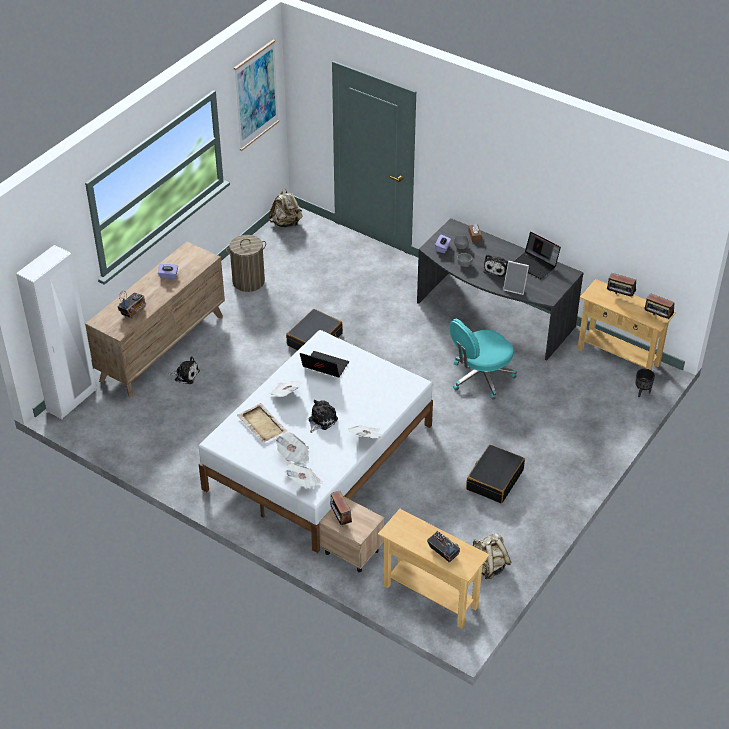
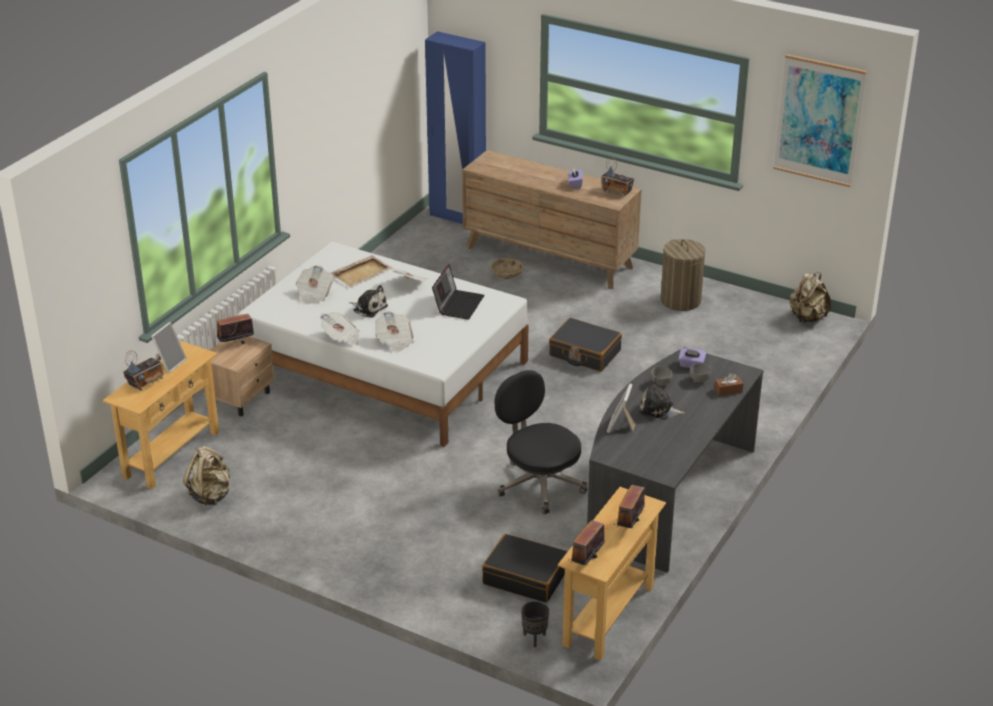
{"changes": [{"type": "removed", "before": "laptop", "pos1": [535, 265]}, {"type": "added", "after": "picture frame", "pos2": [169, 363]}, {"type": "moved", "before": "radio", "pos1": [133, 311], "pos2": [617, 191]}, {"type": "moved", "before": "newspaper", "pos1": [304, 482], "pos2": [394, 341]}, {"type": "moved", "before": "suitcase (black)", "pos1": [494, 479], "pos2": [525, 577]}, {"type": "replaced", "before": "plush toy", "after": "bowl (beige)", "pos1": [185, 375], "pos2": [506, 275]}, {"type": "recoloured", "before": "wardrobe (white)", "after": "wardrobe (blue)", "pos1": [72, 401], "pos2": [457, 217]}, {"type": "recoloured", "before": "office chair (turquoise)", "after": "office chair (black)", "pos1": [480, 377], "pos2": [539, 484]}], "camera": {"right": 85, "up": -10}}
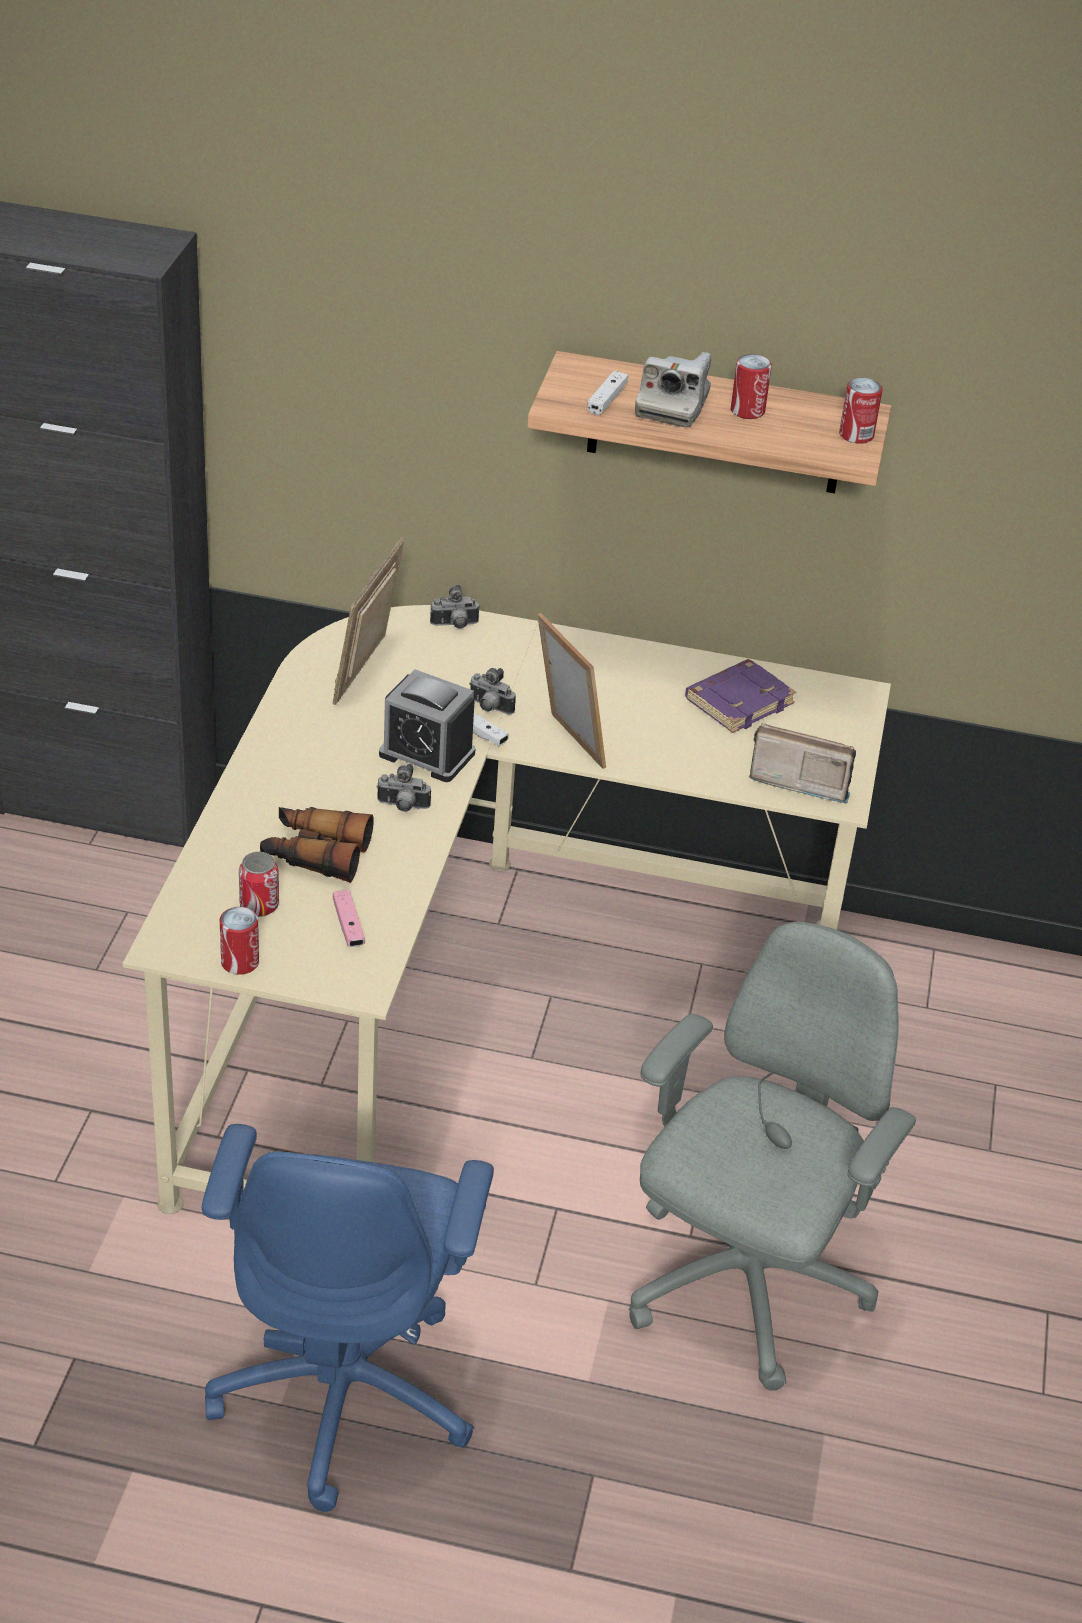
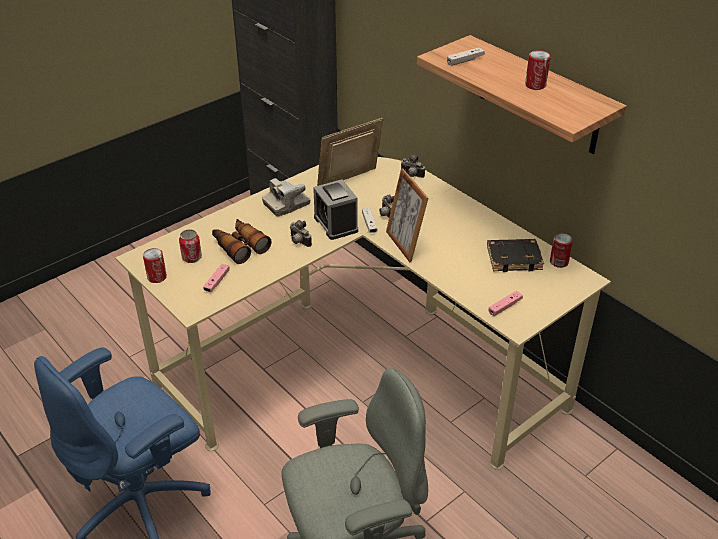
{"changes": [{"type": "moved", "before": "photo camera", "pos1": [672, 406], "pos2": [286, 204]}, {"type": "moved", "before": "can", "pos1": [856, 435], "pos2": [559, 262]}, {"type": "replaced", "before": "radio", "after": "game controller (pink)", "pos1": [798, 779], "pos2": [505, 307]}, {"type": "recoloured", "before": "book (purple)", "after": "book (black)", "pos1": [738, 701], "pos2": [514, 258]}, {"type": "turned", "before": "picture frame", "pos1": [567, 744], "pos2": [404, 245], "turn": 150}], "camera": {"right": 40, "up": 0}}
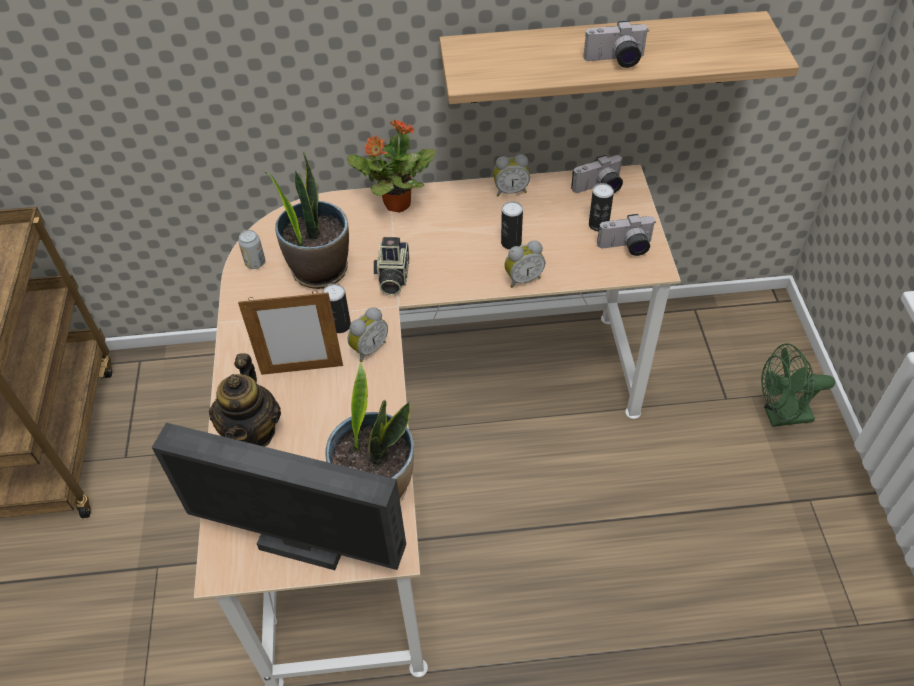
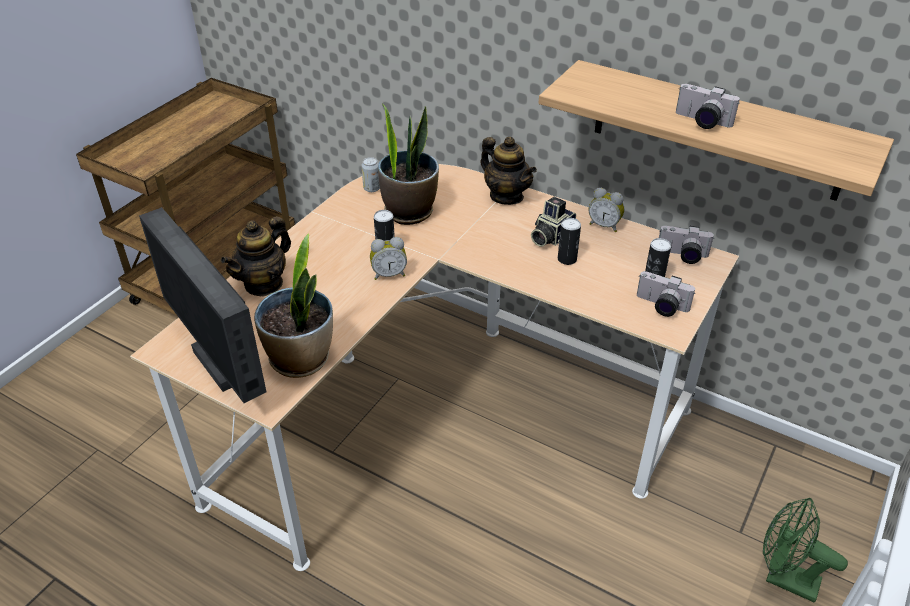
{"changes": [{"type": "removed", "before": "picture frame", "pos1": [302, 369]}, {"type": "removed", "before": "alarm clock", "pos1": [523, 278]}, {"type": "moved", "before": "photo camera", "pos1": [392, 277], "pos2": [550, 236]}, {"type": "replaced", "before": "potted plant", "after": "teapot", "pos1": [396, 204], "pos2": [506, 196]}], "camera": {"right": 35, "up": -10}}
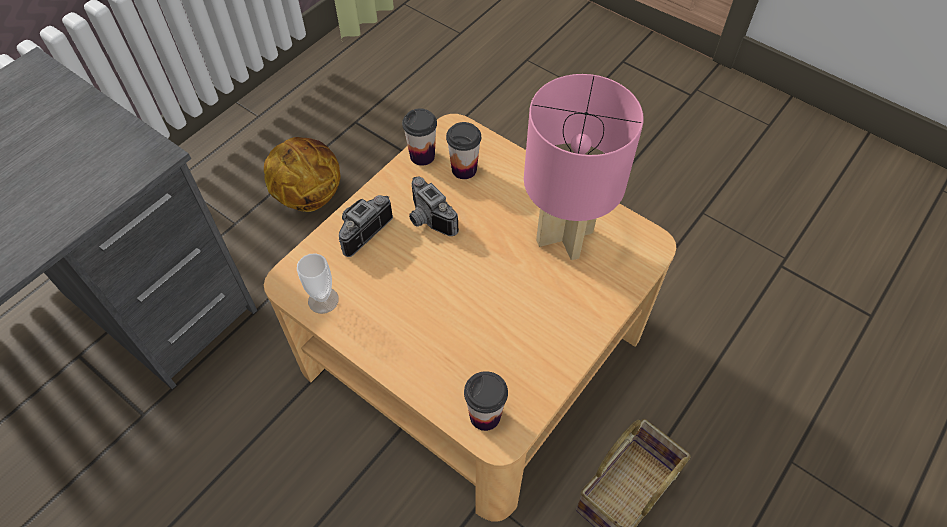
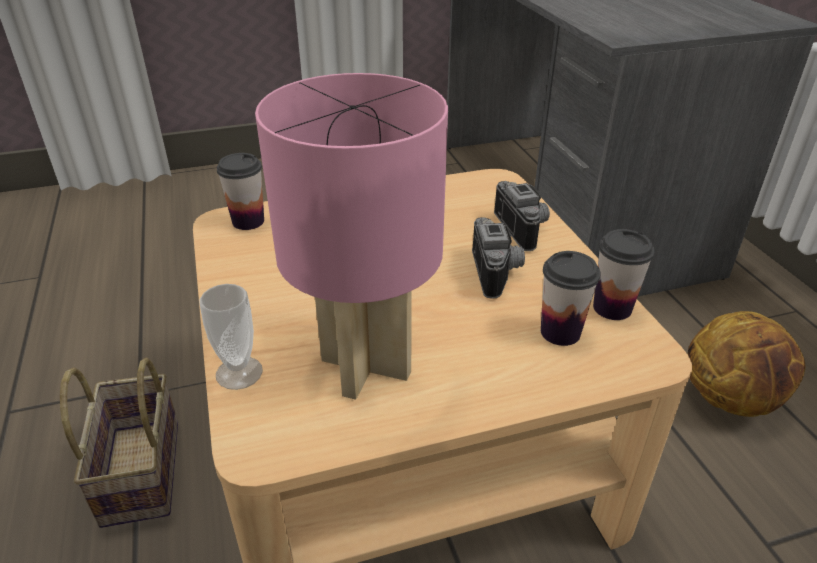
{"changes": [{"type": "moved", "before": "cup", "pos1": [323, 300], "pos2": [239, 373]}, {"type": "turned", "before": "photo camera", "pos1": [427, 220], "pos2": [499, 272], "turn": 90}], "camera": {"right": 125, "up": -20}}
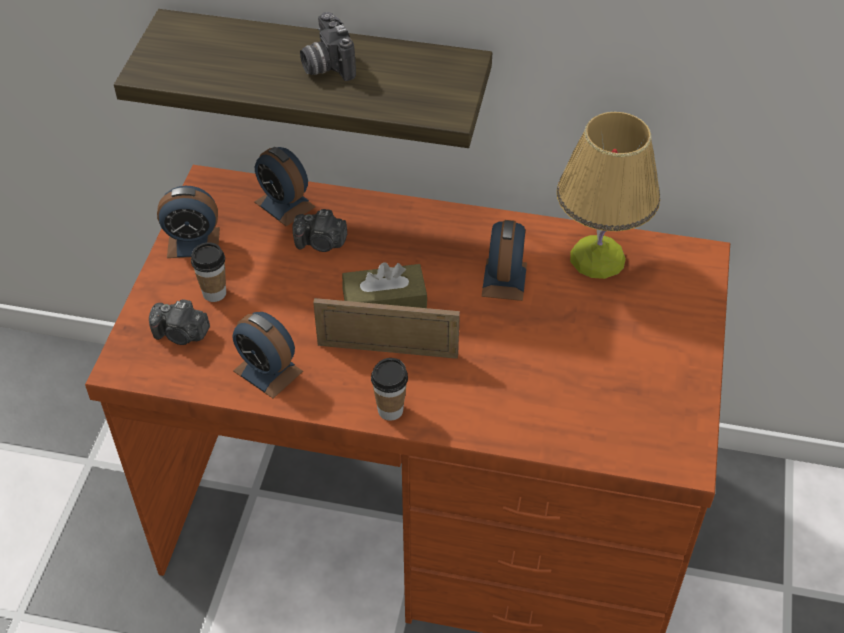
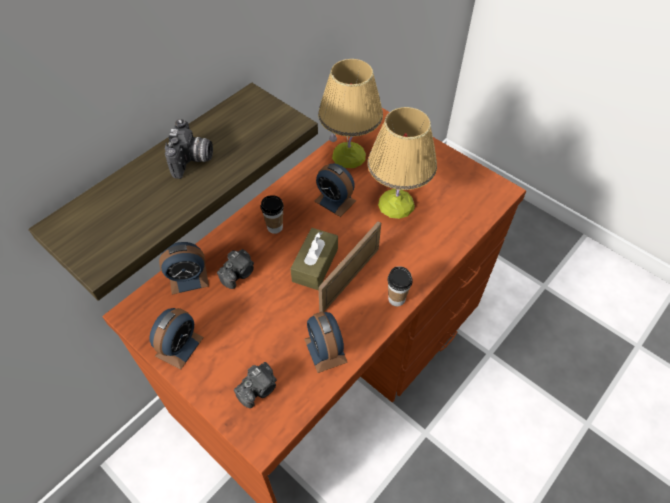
{"changes": [{"type": "added", "after": "table lamp", "pos2": [396, 204]}, {"type": "moved", "before": "cup", "pos1": [214, 293], "pos2": [275, 227]}, {"type": "turned", "before": "alarm clock", "pos1": [268, 371], "pos2": [325, 350], "turn": 90}, {"type": "turned", "before": "photo camera", "pos1": [326, 66], "pos2": [193, 161], "turn": -90}], "camera": {"right": -60, "up": 5}}
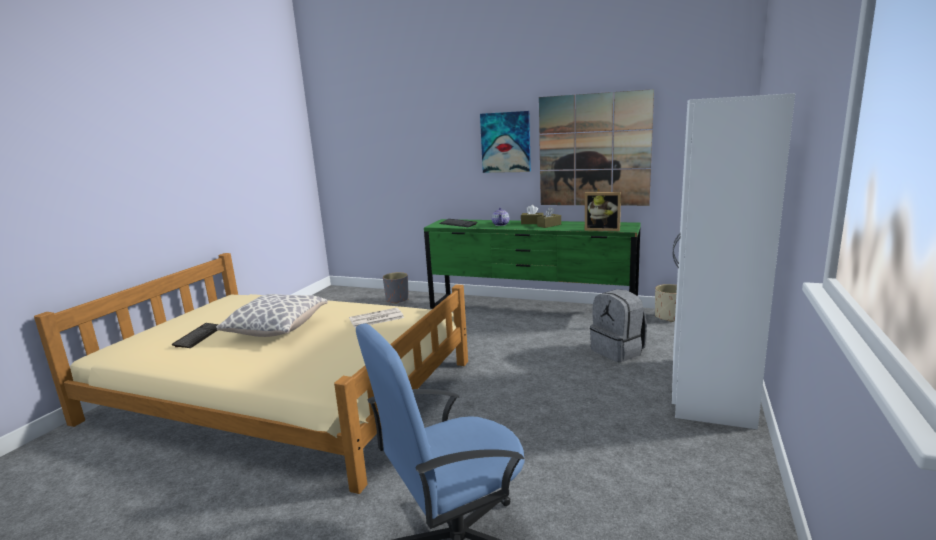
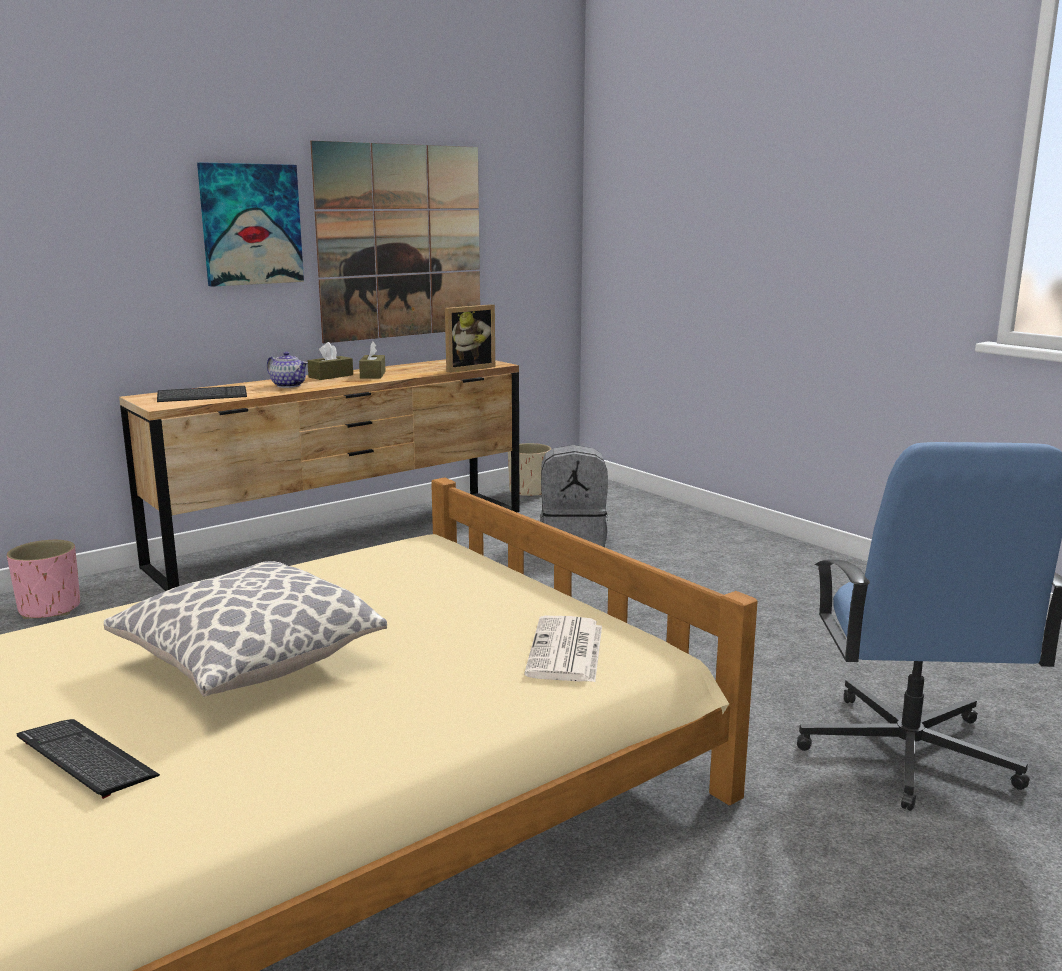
{"changes": [{"type": "removed", "before": "wardrobe (white)", "pos1": [709, 390]}, {"type": "moved", "before": "newspaper", "pos1": [376, 319], "pos2": [566, 651]}, {"type": "recoloured", "before": "planter (grey)", "after": "planter (pink)", "pos1": [397, 300], "pos2": [49, 609]}, {"type": "recoloured", "before": "dresser (green)", "after": "dresser (brown)", "pos1": [530, 309], "pos2": [345, 538]}], "camera": {"right": -60, "up": 0}}
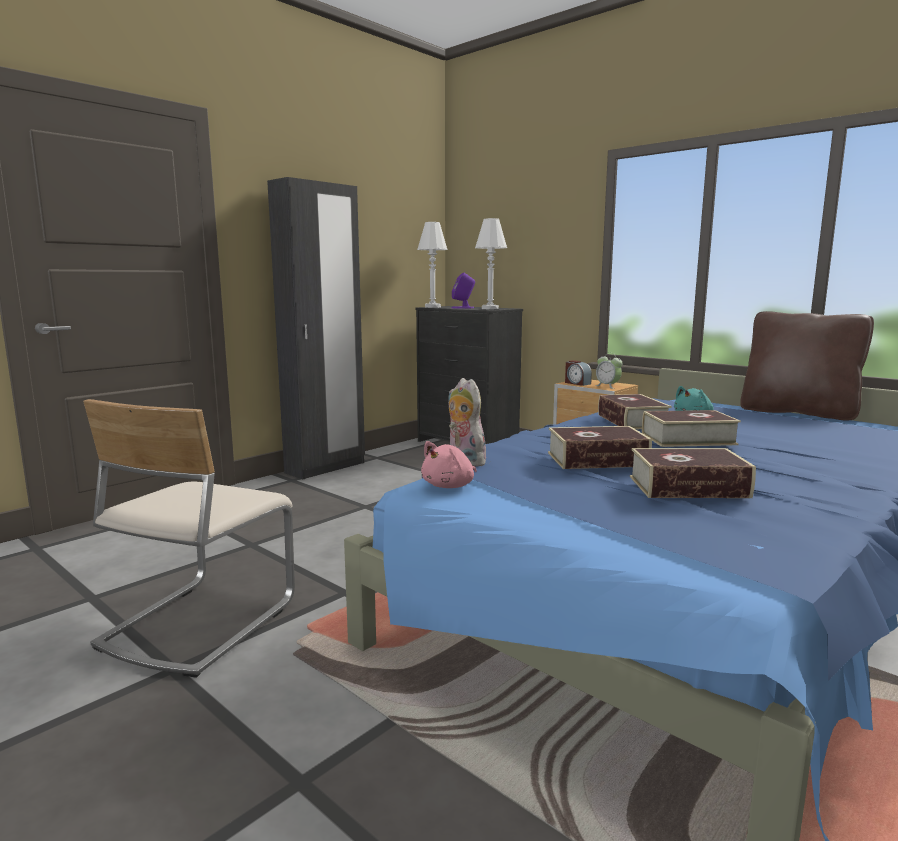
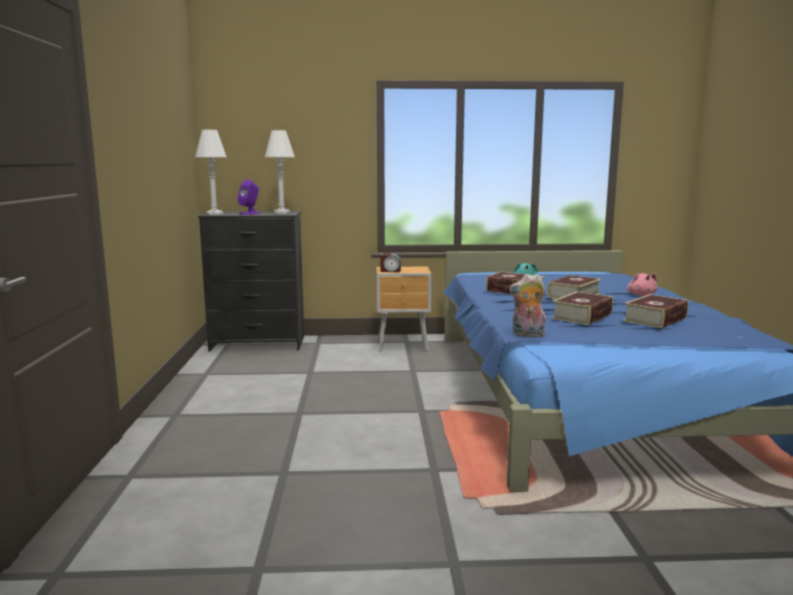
{"changes": [{"type": "removed", "before": "chair (beige)", "pos1": [198, 623]}, {"type": "removed", "before": "wardrobe (black)", "pos1": [326, 468]}, {"type": "removed", "before": "alarm clock", "pos1": [607, 386]}, {"type": "removed", "before": "pillow (brown)", "pos1": [798, 412]}, {"type": "moved", "before": "plush toy (pink)", "pos1": [450, 486], "pos2": [641, 295]}], "camera": {"right": -45, "up": 0}}
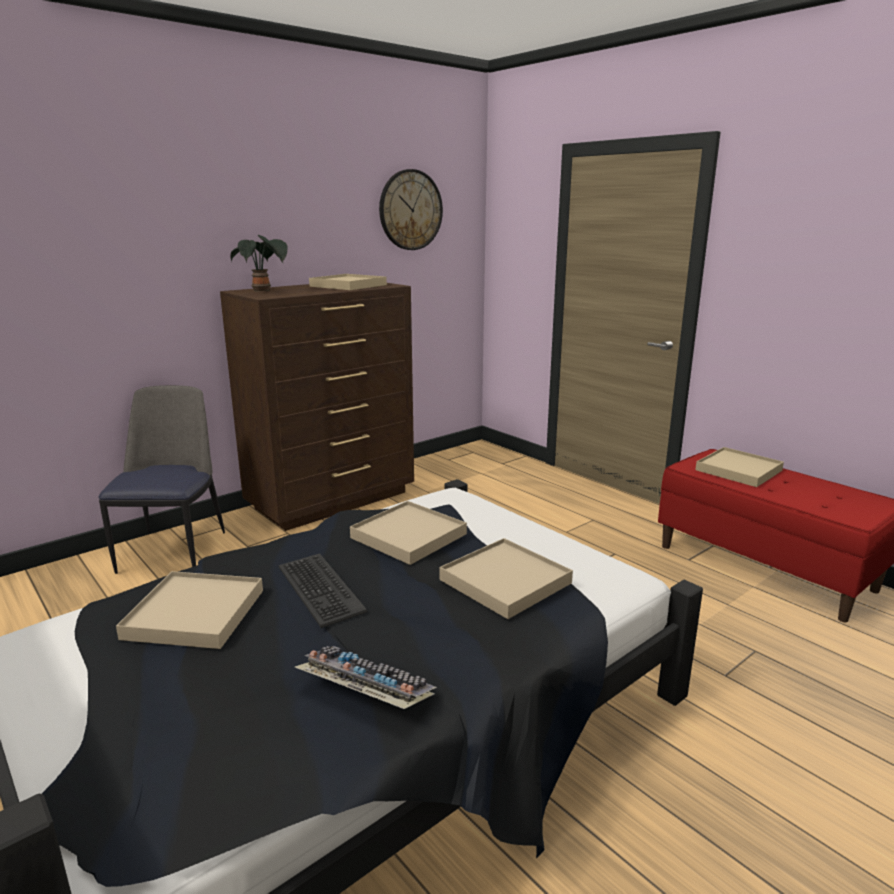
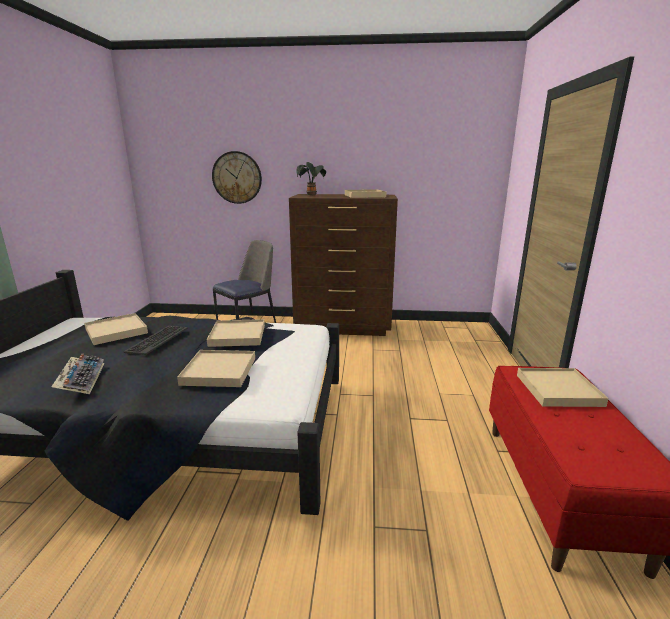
{"changes": [{"type": "moved", "before": "wall clock", "pos1": [410, 210], "pos2": [237, 177]}], "camera": {"right": 45, "up": 0}}
